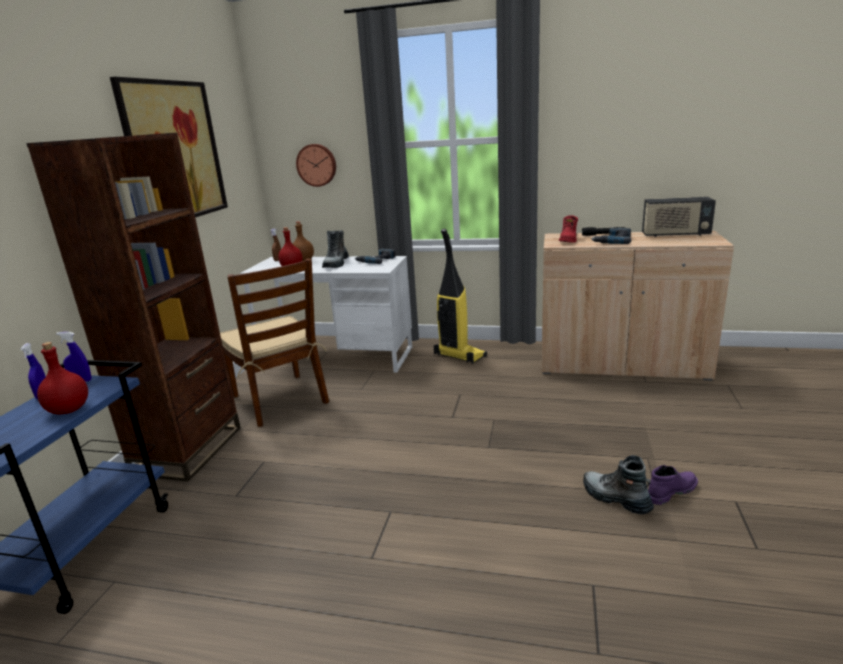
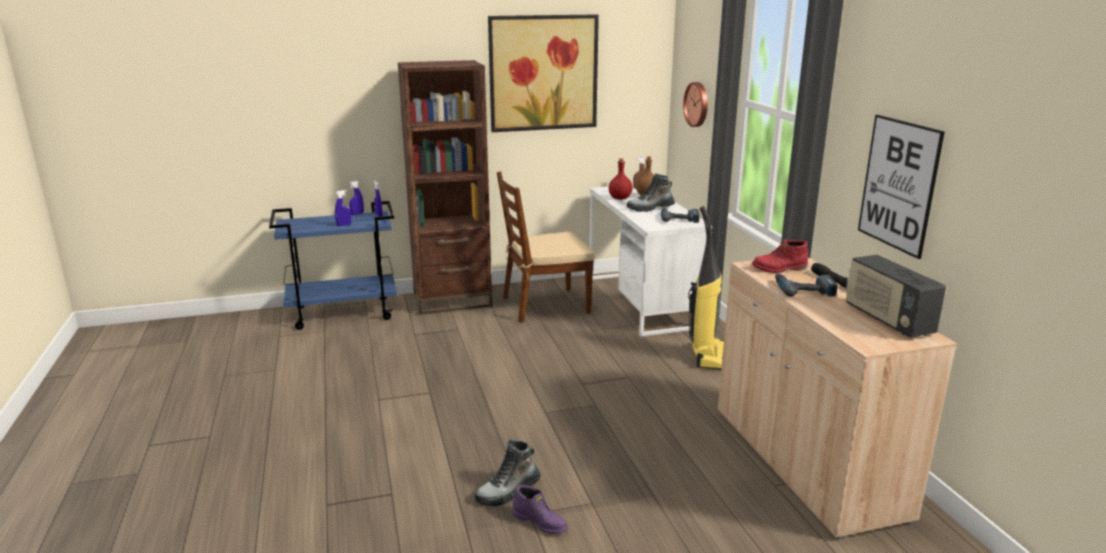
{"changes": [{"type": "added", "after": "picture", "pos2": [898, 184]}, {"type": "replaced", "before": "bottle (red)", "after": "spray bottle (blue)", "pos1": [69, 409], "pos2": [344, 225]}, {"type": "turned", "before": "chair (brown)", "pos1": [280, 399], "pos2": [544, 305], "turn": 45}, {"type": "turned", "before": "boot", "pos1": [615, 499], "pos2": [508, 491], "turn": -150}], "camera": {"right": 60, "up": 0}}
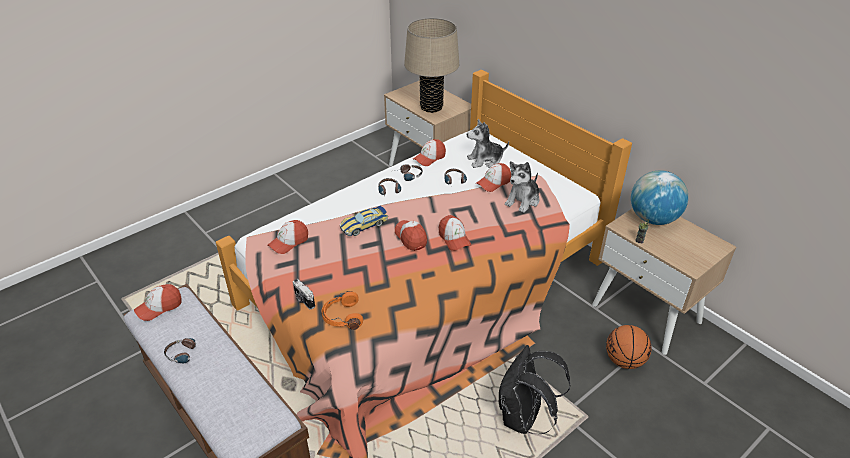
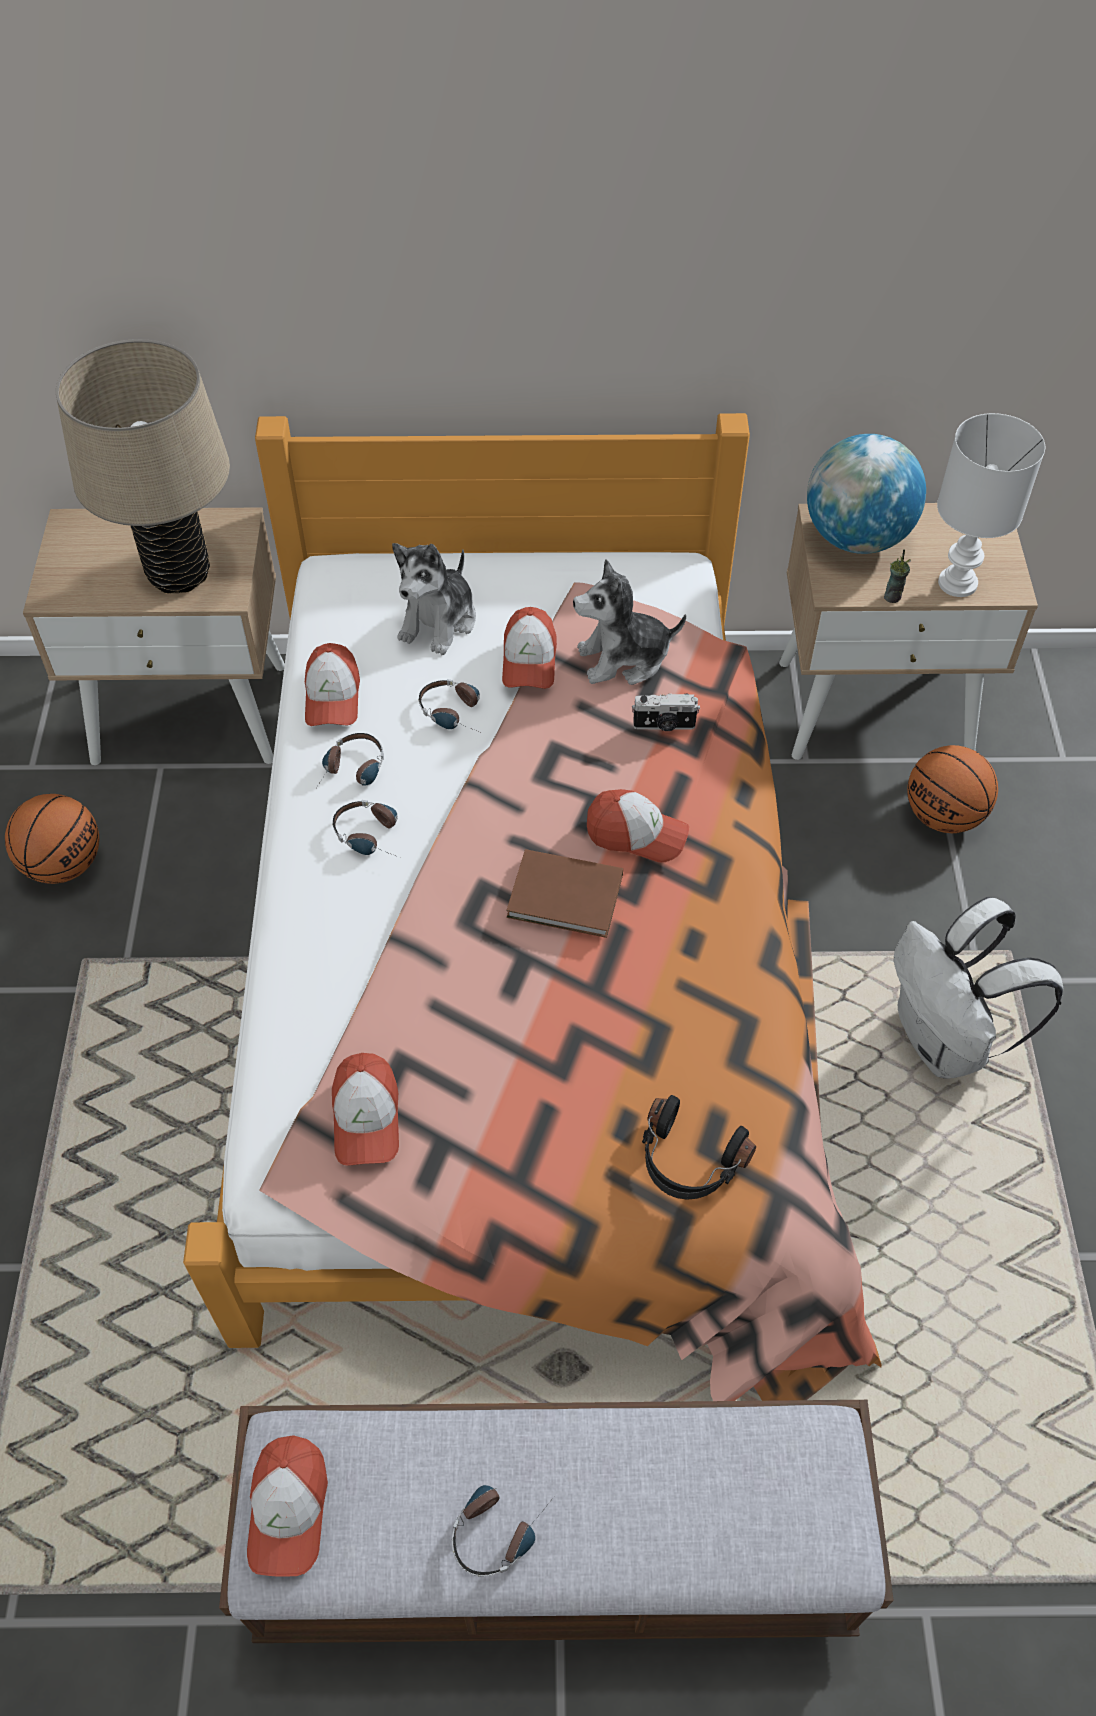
{"changes": [{"type": "removed", "before": "toy car", "pos1": [364, 225]}, {"type": "added", "after": "basketball", "pos2": [63, 864]}, {"type": "added", "after": "table lamp (white)", "pos2": [957, 582]}, {"type": "moved", "before": "photo camera", "pos1": [304, 300], "pos2": [664, 726]}, {"type": "replaced", "before": "cap", "after": "book (brown)", "pos1": [411, 237], "pos2": [567, 898]}, {"type": "recoloured", "before": "headphones (orange)", "after": "headphones (black)", "pos1": [342, 317], "pos2": [688, 1161]}, {"type": "recoloured", "before": "backpack (black)", "after": "backpack (white)", "pos1": [523, 418], "pos2": [945, 1041]}, {"type": "turned", "before": "plush toy", "pos1": [523, 200], "pos2": [624, 659], "turn": 90}], "camera": {"right": -50, "up": 15}}
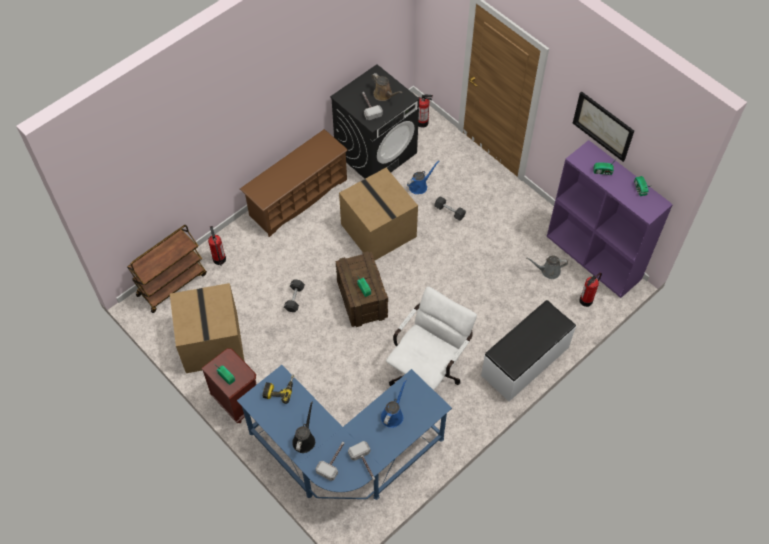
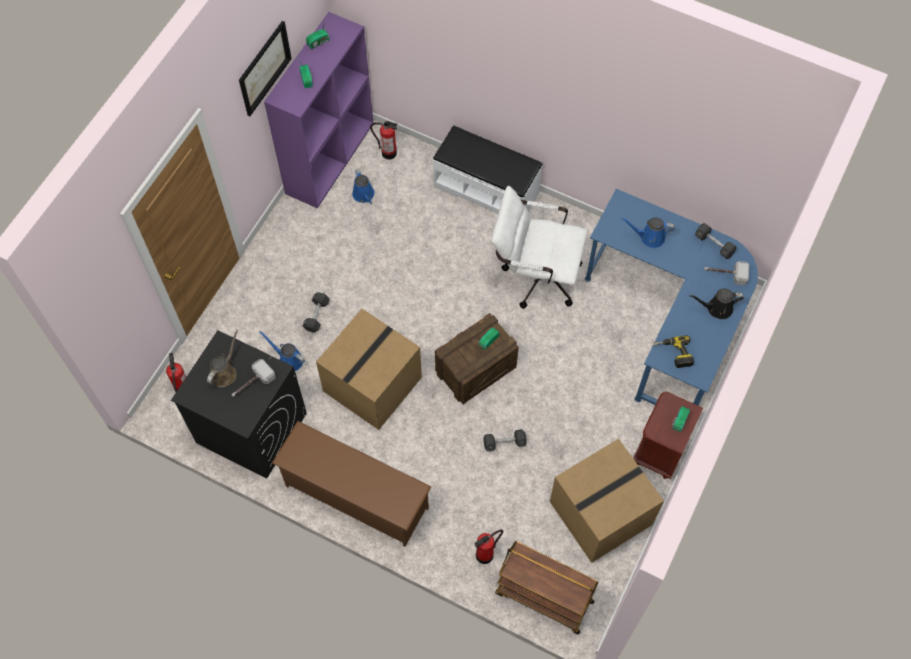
{"changes": [{"type": "replaced", "before": "hammer", "after": "dumbbell (black)", "pos1": [365, 464], "pos2": [714, 245]}, {"type": "recoloured", "before": "watering can (grey)", "after": "watering can (blue)", "pos1": [548, 271], "pos2": [364, 195]}], "camera": {"right": -110, "up": 5}}
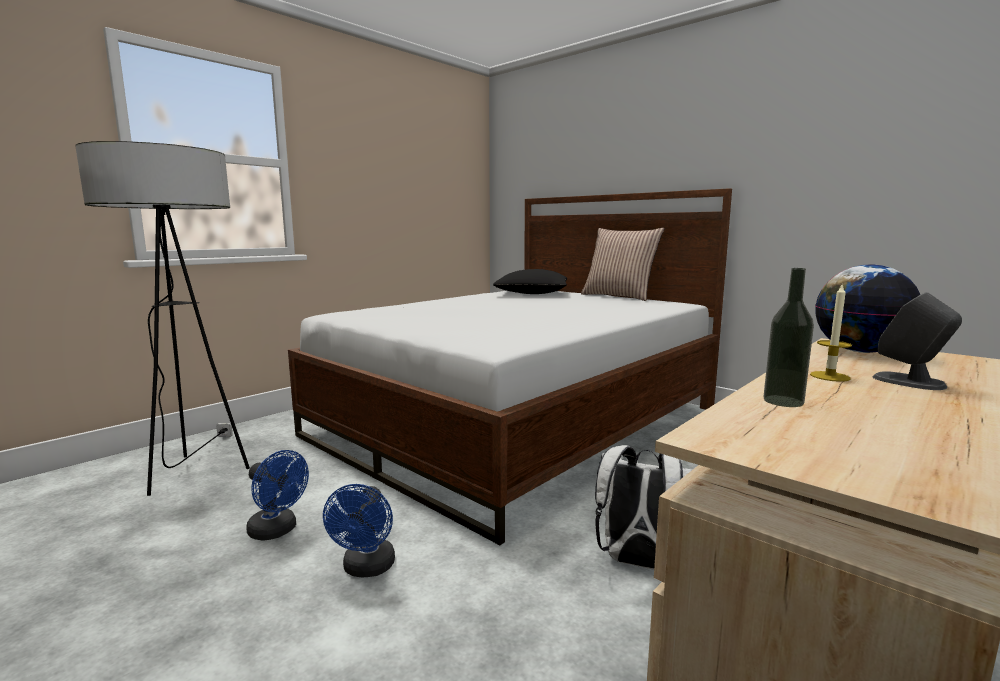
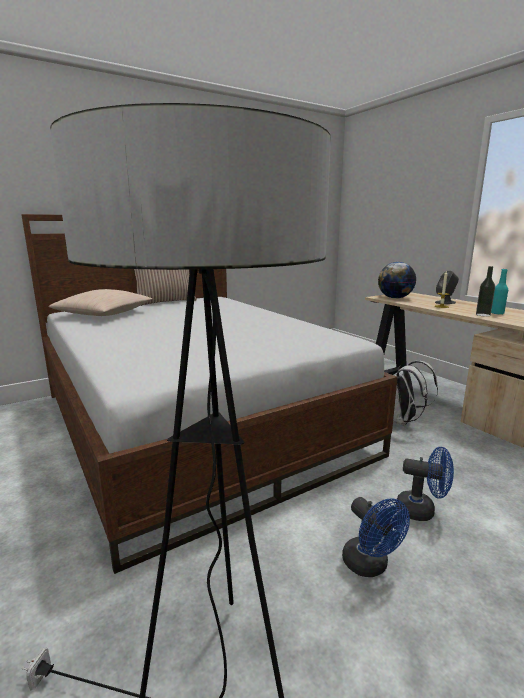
{"changes": [{"type": "added", "after": "bottle (turquoise)", "pos2": [497, 313]}, {"type": "recoloured", "before": "pillow (black)", "after": "pillow (beige)", "pos1": [532, 293], "pos2": [103, 314]}, {"type": "turned", "before": "fan (blue)", "pos1": [277, 531], "pos2": [370, 566], "turn": 105}], "camera": {"right": -75, "up": 5}}
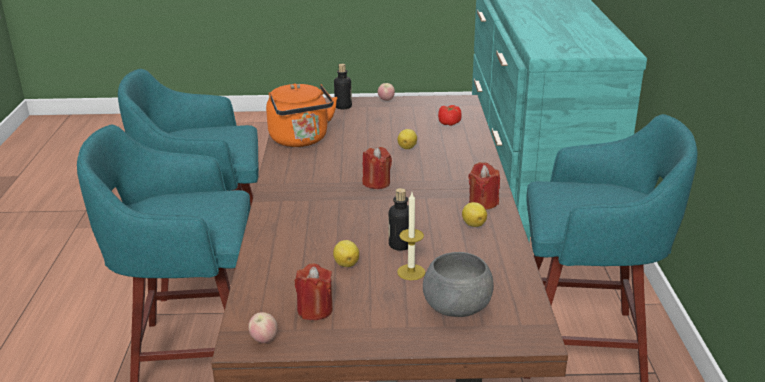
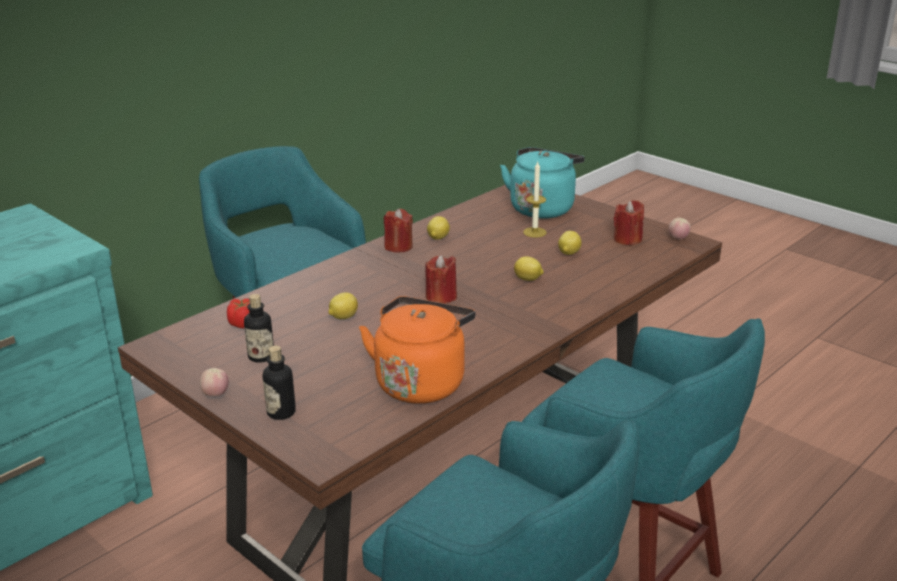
{"changes": [{"type": "added", "after": "lemon", "pos2": [528, 279]}, {"type": "moved", "before": "bottle", "pos1": [400, 245], "pos2": [261, 356]}, {"type": "replaced", "before": "bowl (grey)", "after": "kettle (turquoise)", "pos1": [457, 310], "pos2": [542, 208]}], "camera": {"right": -135, "up": 0}}
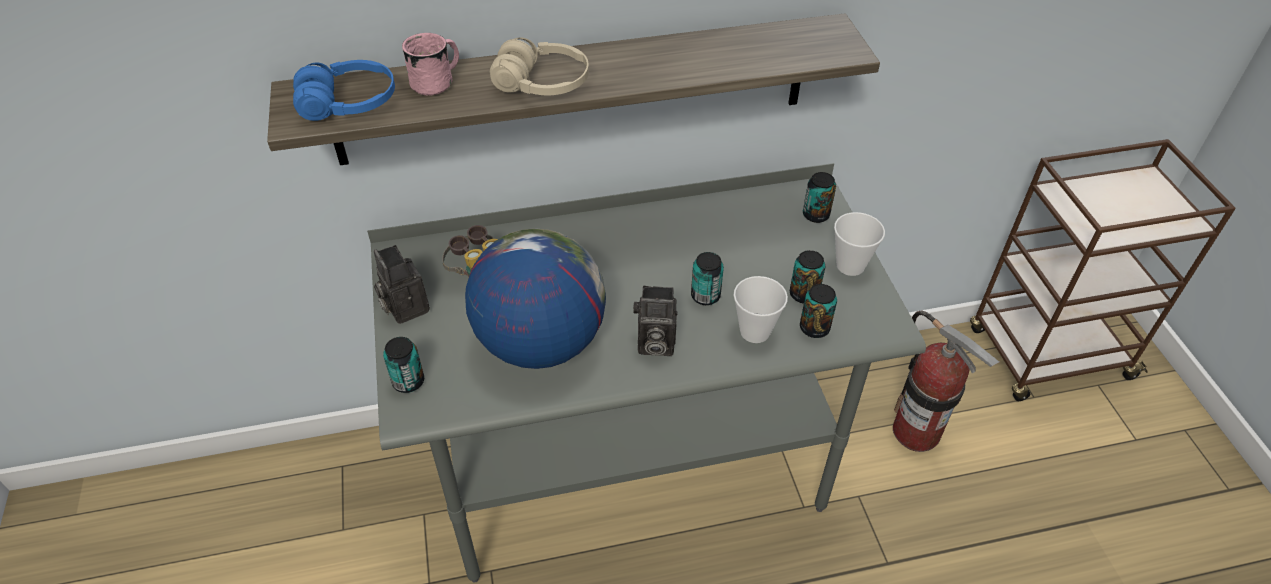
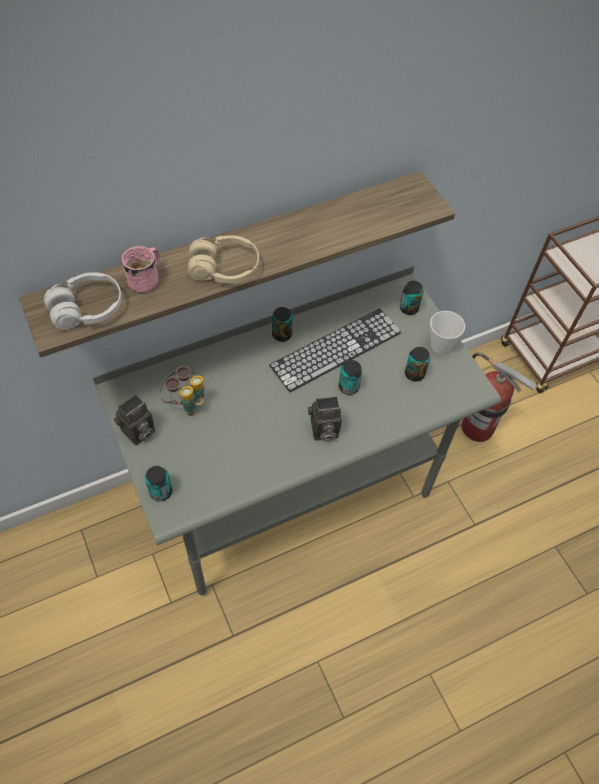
{"changes": [{"type": "removed", "before": "globe", "pos1": [540, 342]}, {"type": "removed", "before": "cup", "pos1": [755, 331]}, {"type": "added", "after": "keyboard", "pos2": [336, 349]}, {"type": "moved", "before": "can", "pos1": [814, 328], "pos2": [282, 334]}, {"type": "recoloured", "before": "headphones (blue)", "after": "headphones (white)", "pos1": [348, 104], "pos2": [87, 309]}, {"type": "turned", "before": "photo camera", "pos1": [404, 306], "pos2": [138, 433], "turn": -90}], "camera": {"right": -15, "up": 10}}
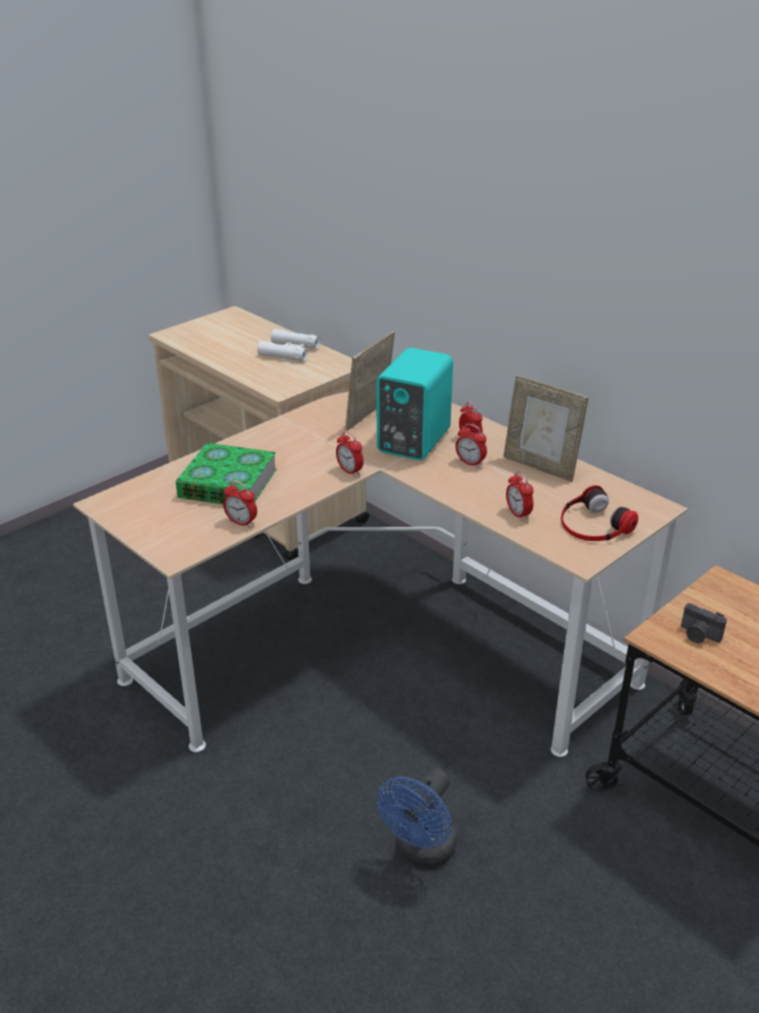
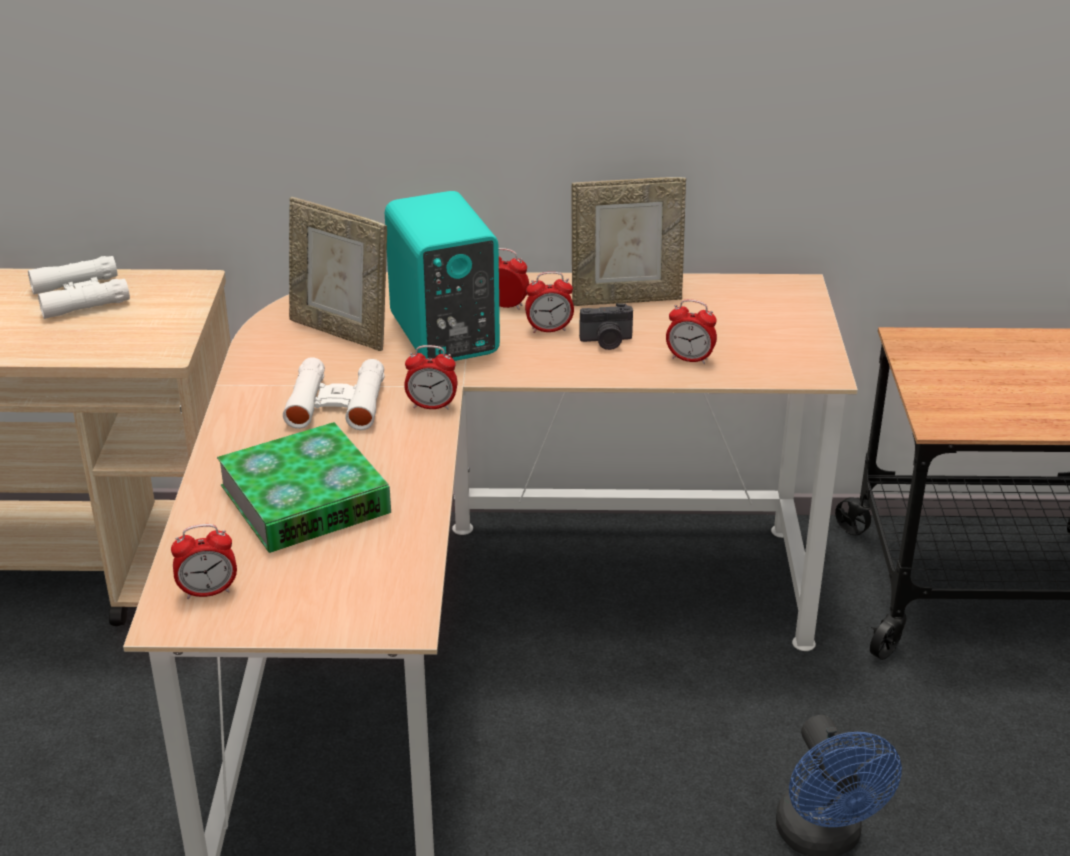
{"changes": [{"type": "removed", "before": "headphones", "pos1": [593, 524]}, {"type": "added", "after": "binoculars (white)", "pos2": [336, 404]}, {"type": "moved", "before": "alarm clock", "pos1": [241, 522], "pos2": [208, 592]}, {"type": "moved", "before": "photo camera", "pos1": [698, 635], "pos2": [606, 341]}, {"type": "turned", "before": "picture frame", "pos1": [370, 417], "pos2": [341, 332], "turn": -45}], "camera": {"right": -45, "up": 0}}
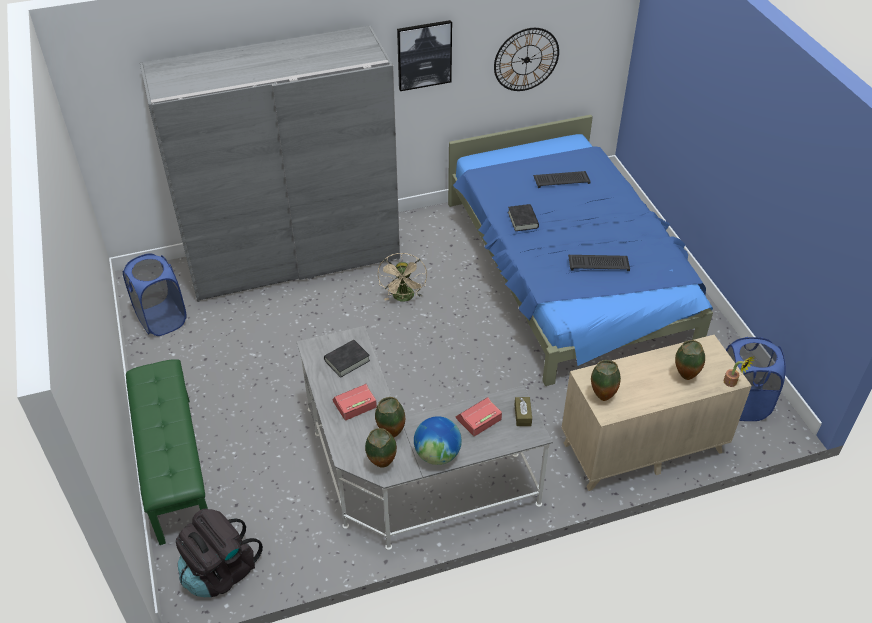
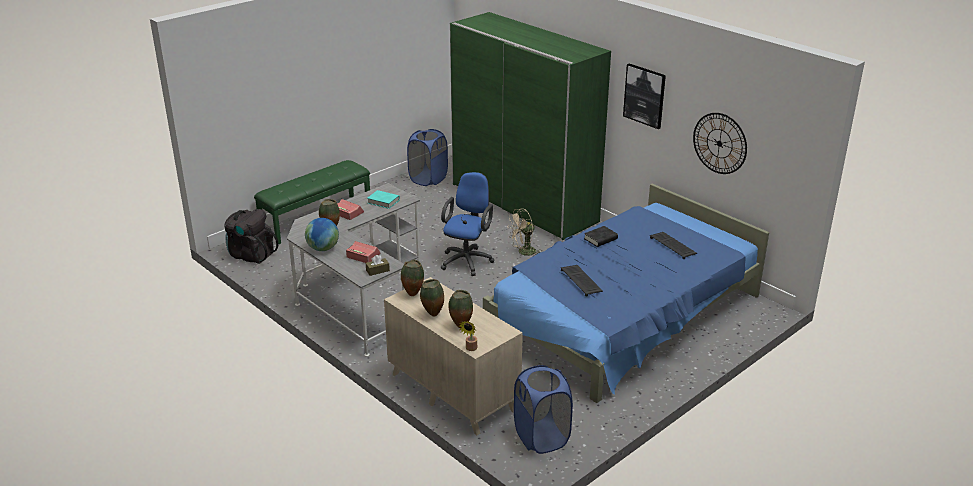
{"changes": [{"type": "added", "after": "office chair (blue)", "pos2": [467, 260]}, {"type": "moved", "before": "vase", "pos1": [382, 465], "pos2": [432, 314]}, {"type": "recoloured", "before": "wardrobe (grey)", "after": "wardrobe (green)", "pos1": [294, 258], "pos2": [523, 203]}, {"type": "recoloured", "before": "book (black)", "after": "book (turquoise)", "pos1": [347, 360], "pos2": [383, 201]}], "camera": {"right": 65, "up": -15}}
